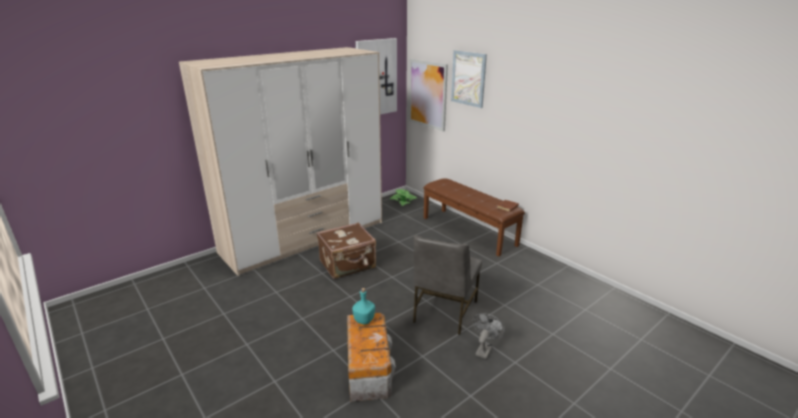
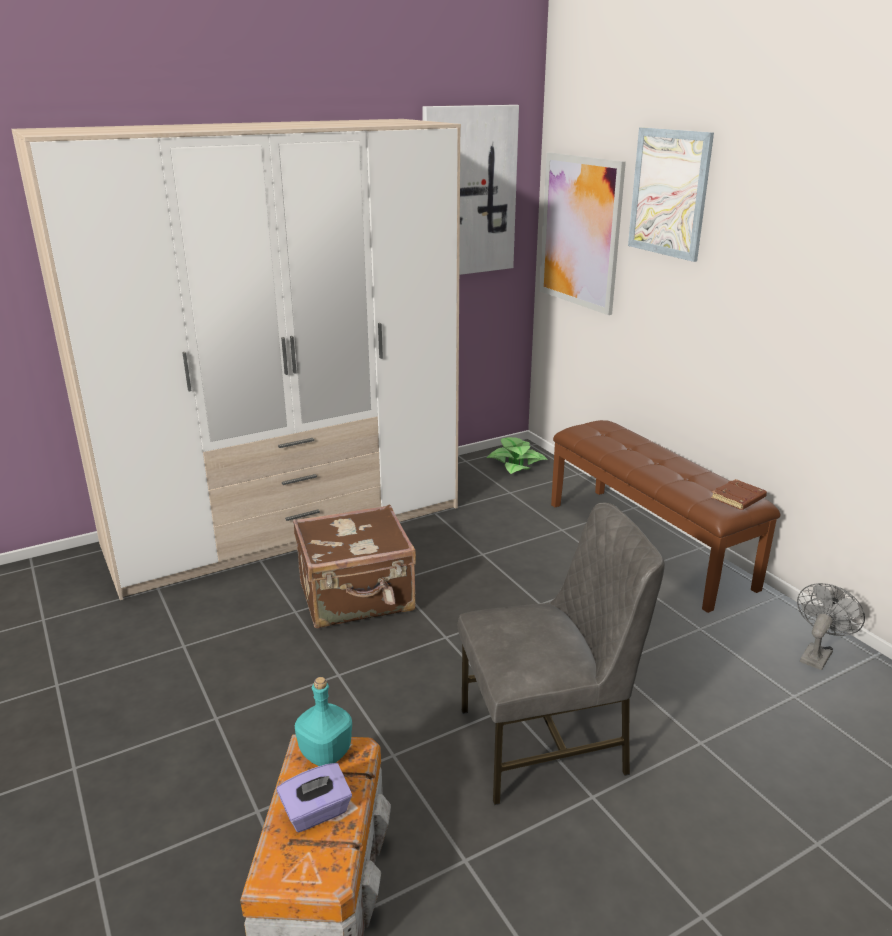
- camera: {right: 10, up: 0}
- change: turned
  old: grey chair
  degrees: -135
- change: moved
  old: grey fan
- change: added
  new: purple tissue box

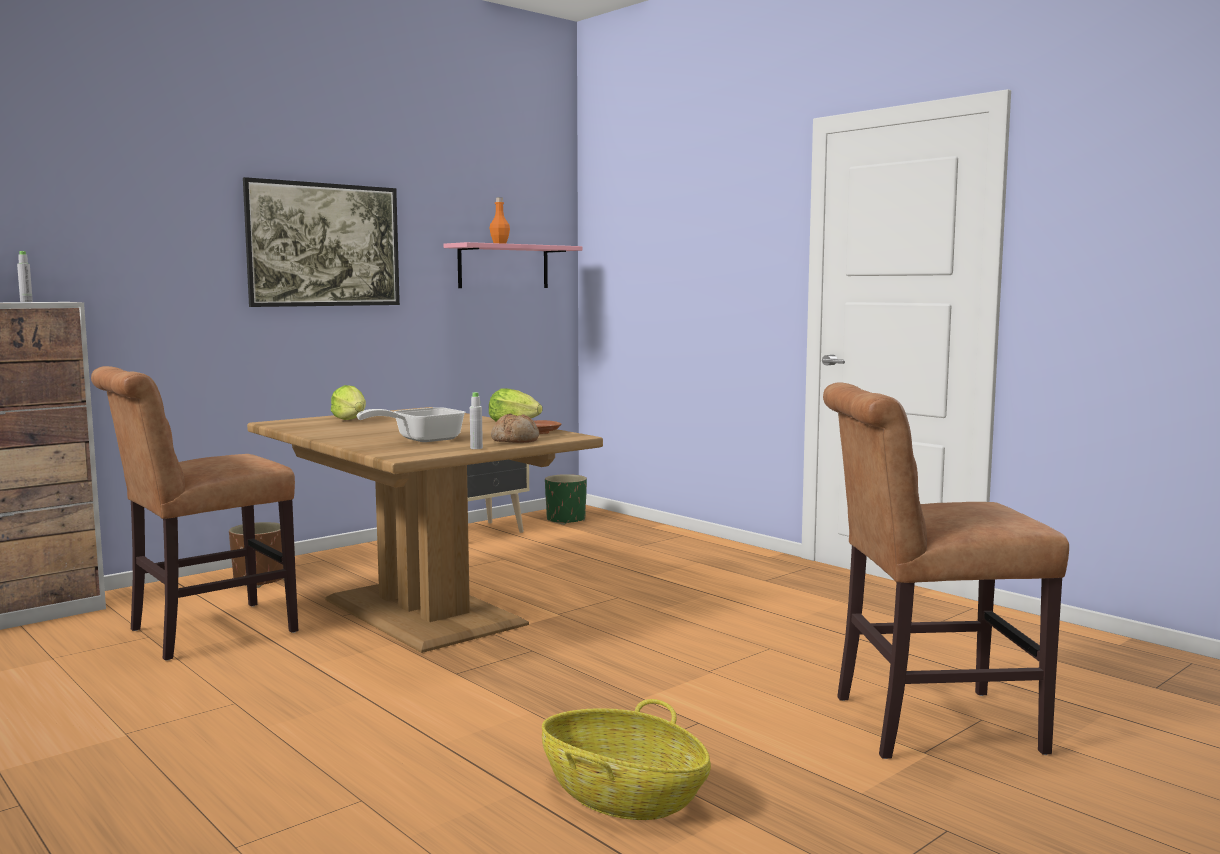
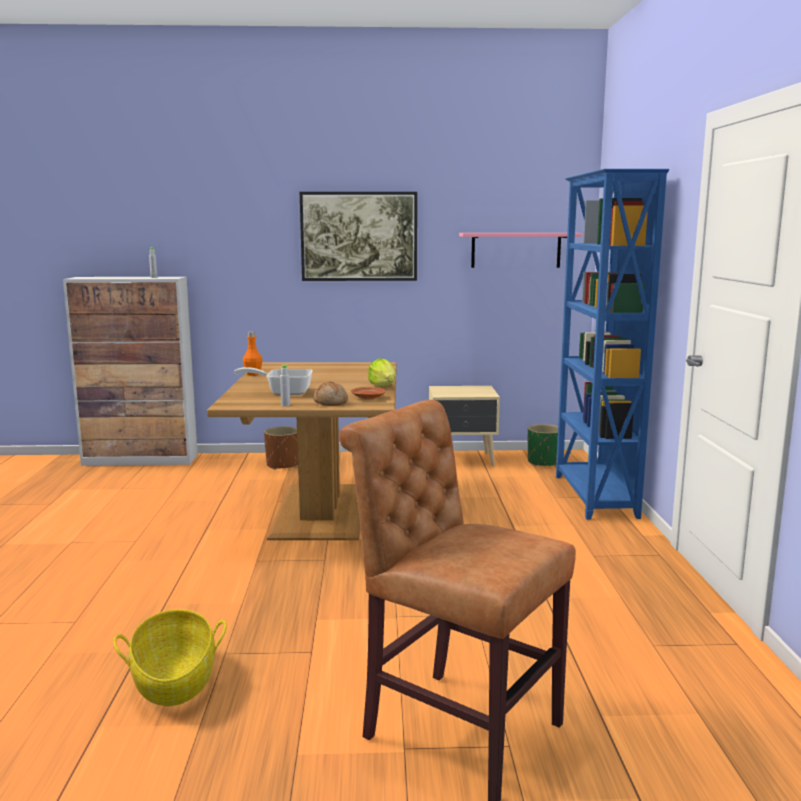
- camera: {right: 40, up: 5}
- change: removed
  old: brown chair (1st from left)
- change: removed
  old: lettuce (1st from left)
- change: moved
  old: orange bottle
- change: added
  new: blue bookcase

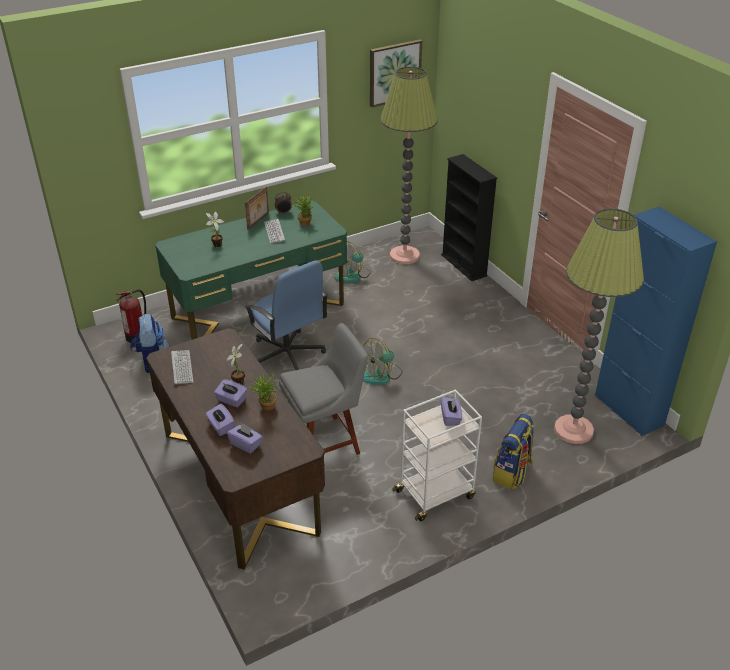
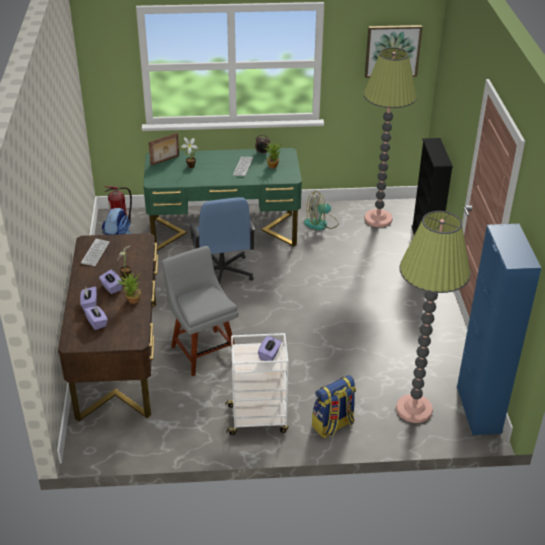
- camera: {right: 25, up: 0}
- change: moved
  old: picture frame
- change: turned
  old: grey chair
  degrees: -120
- change: removed
  old: fan (2nd from left)

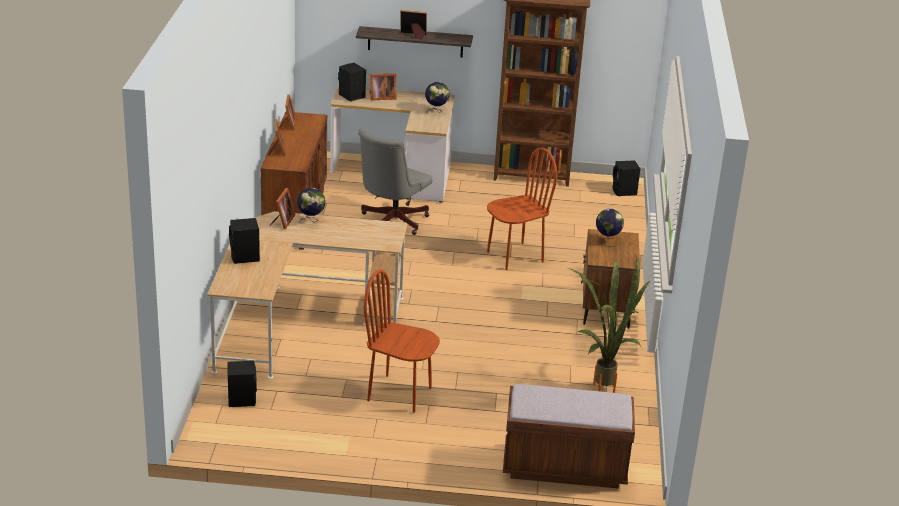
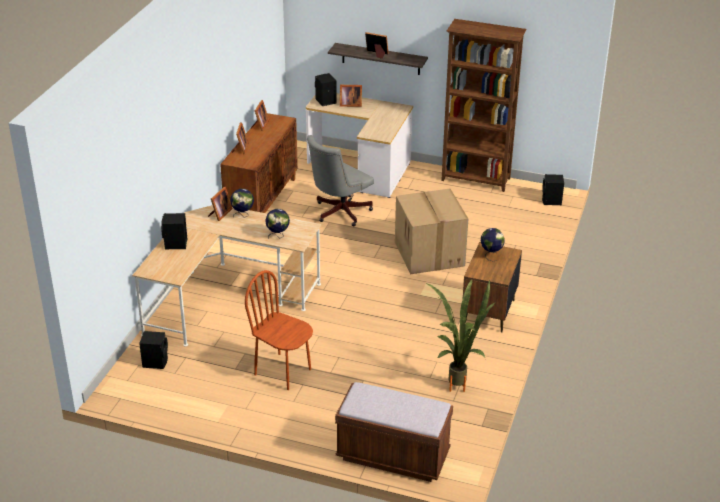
- camera: {right: 15, up: 5}
- change: moved
  old: globe (2nd from left)
- change: replaced
  old: brown chair (2nd from left)
  new: cardboard box

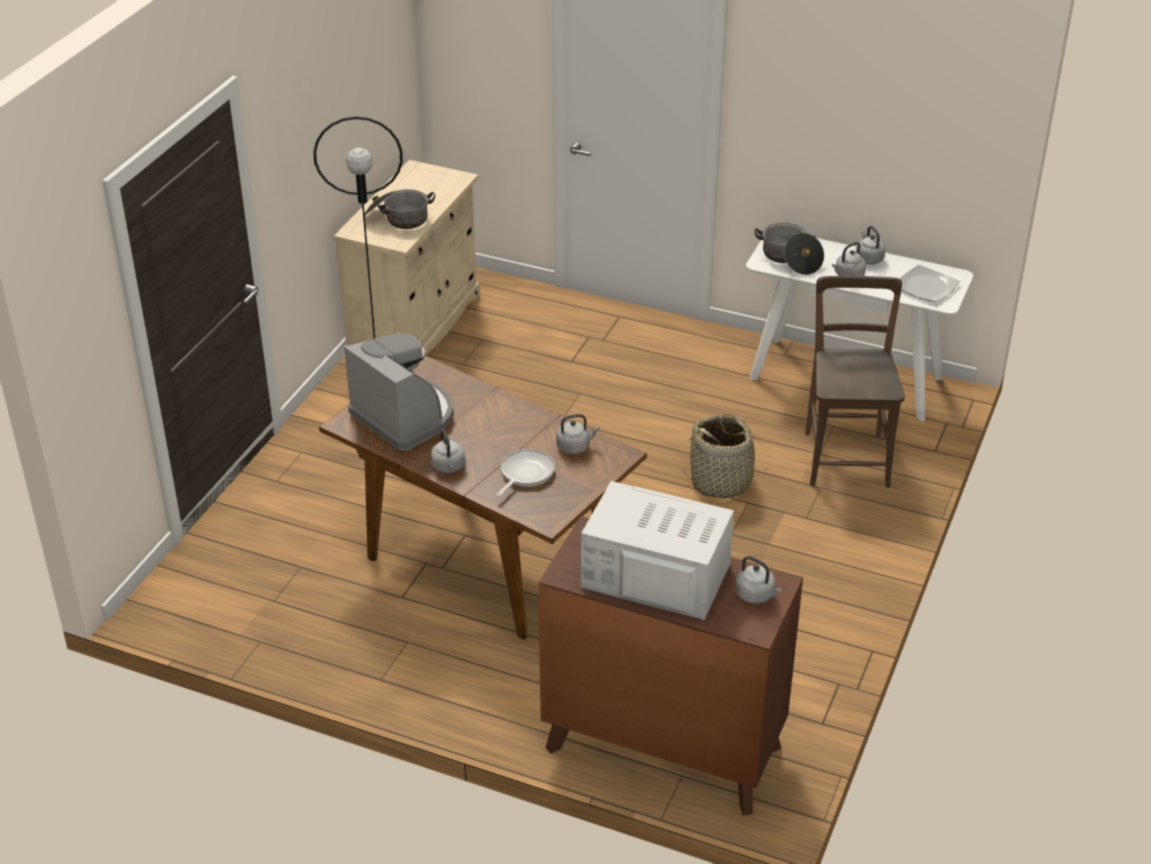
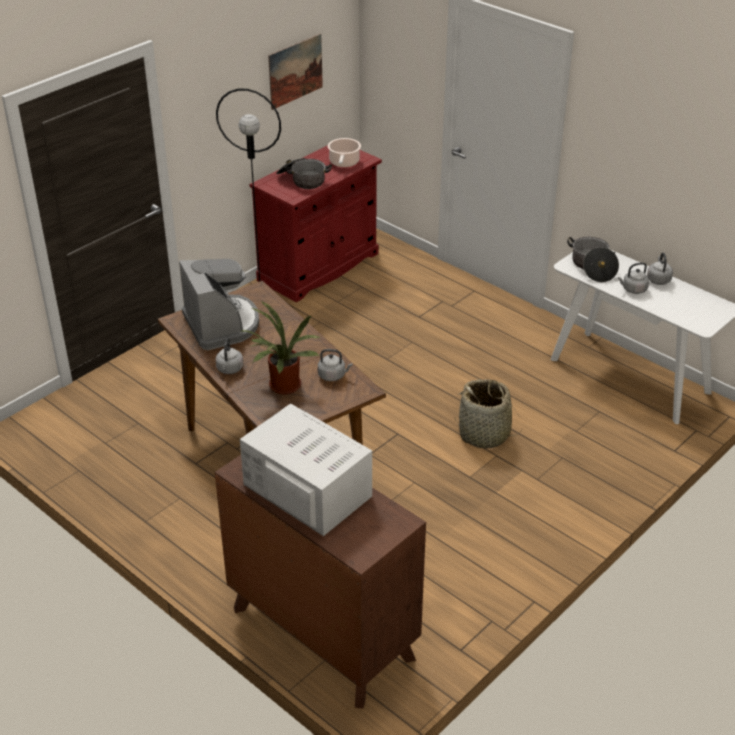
- camera: {right: 20, up: 0}
- change: recoloured
  old: beige cabinet
  new: red cabinet
- change: replaced
  old: frying pan
  new: potted plant
- change: removed
  old: grey kettle (3rd from left)
- change: removed
  old: brown chair
- change: removed
  old: plate
- change: added
  new: picture
- change: added
  new: cooking pot (2nd from left)

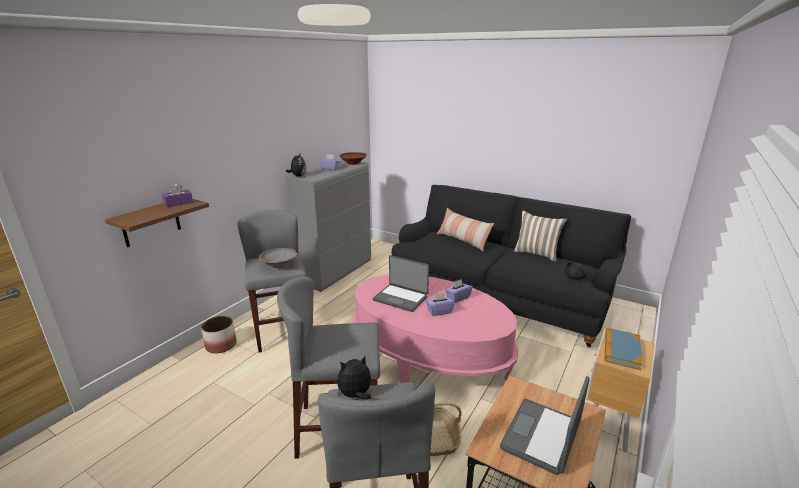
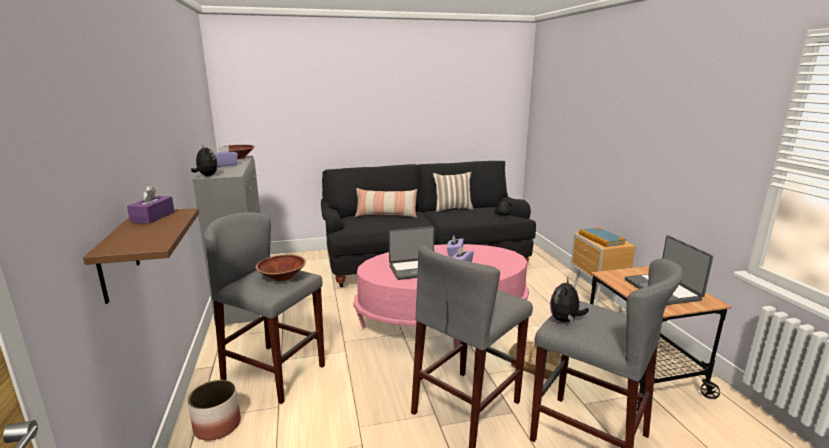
- camera: {right: -45, up: -5}
- change: recoloured
  old: grey bowl
  new: brown bowl (2nd from left)

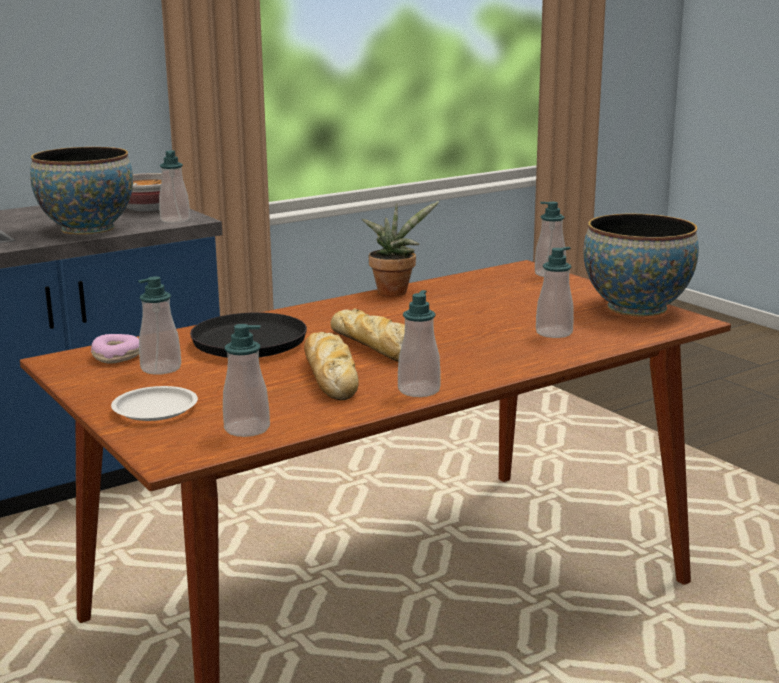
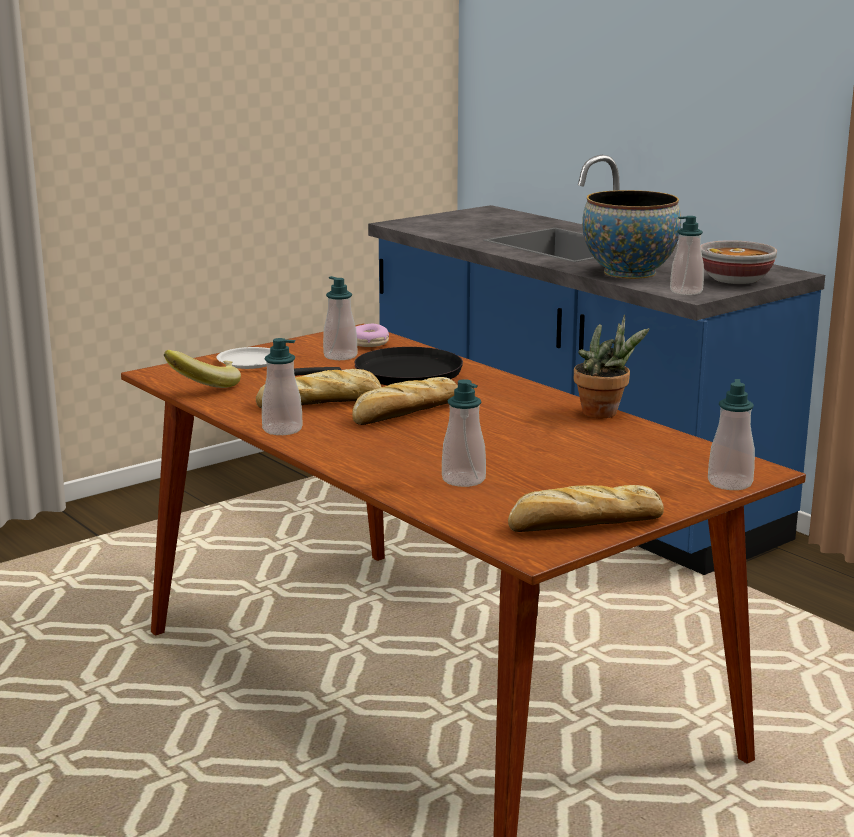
- camera: {right: 85, up: 0}
- change: replaced
  old: soap dispenser (3rd from left)
  new: banana
- change: replaced
  old: bowl (3rd from left)
  new: bread (3rd from left)

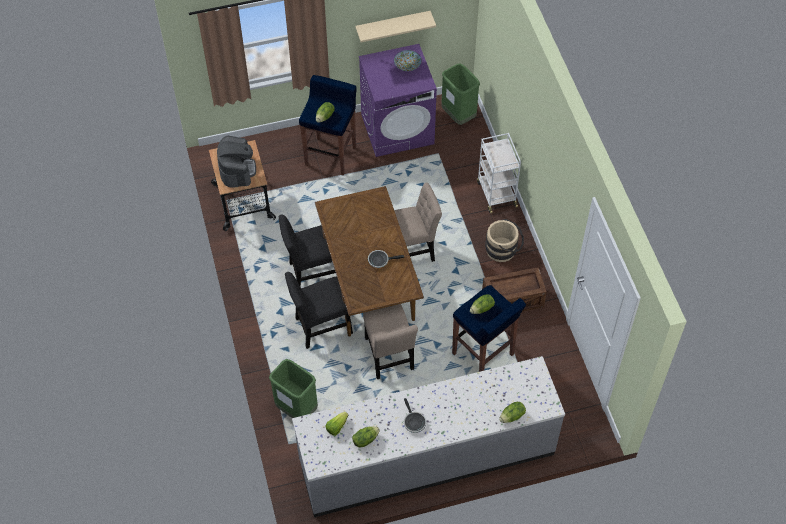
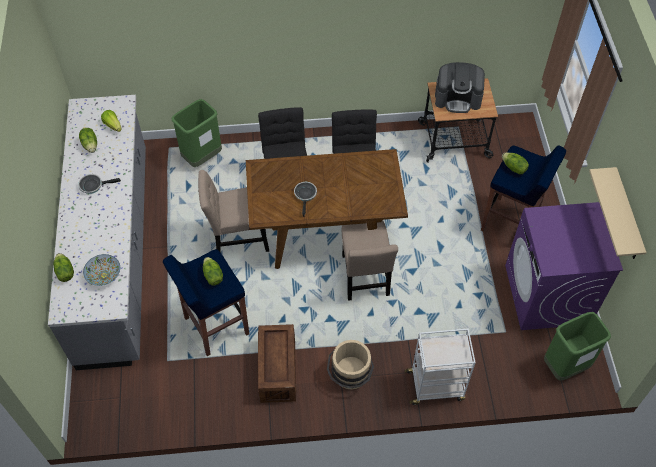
- camera: {right: 100, up: 0}
- change: moved
  old: bowl

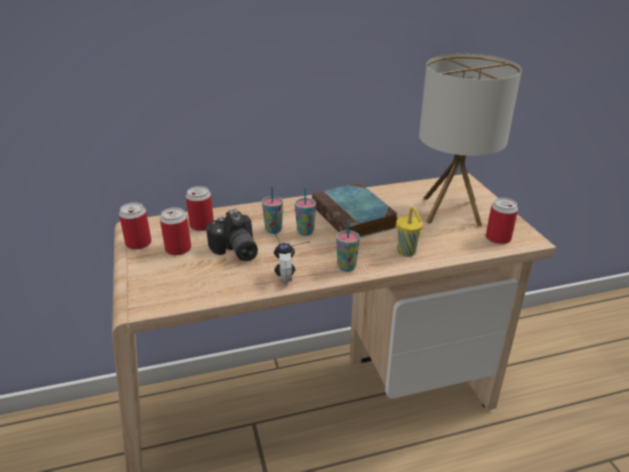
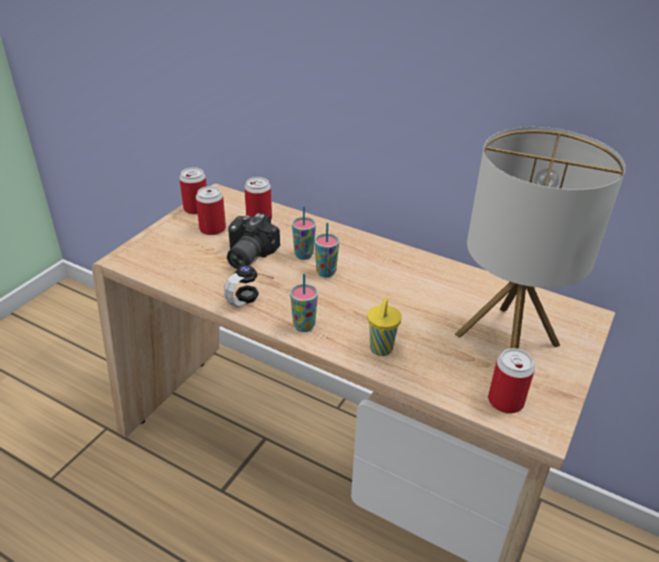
- camera: {right: 45, up: 5}
- change: removed
  old: book

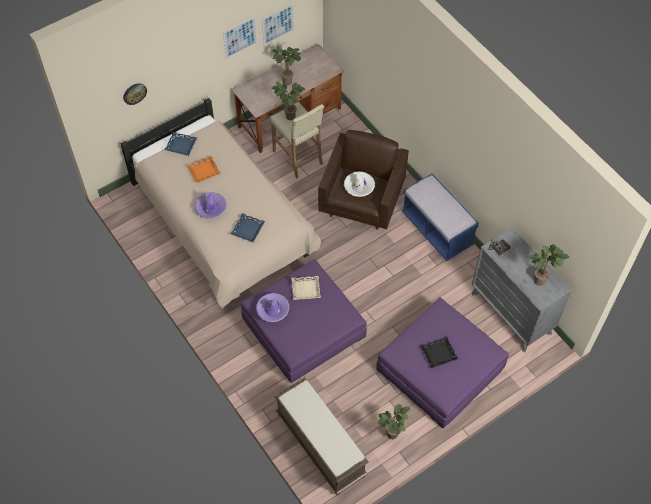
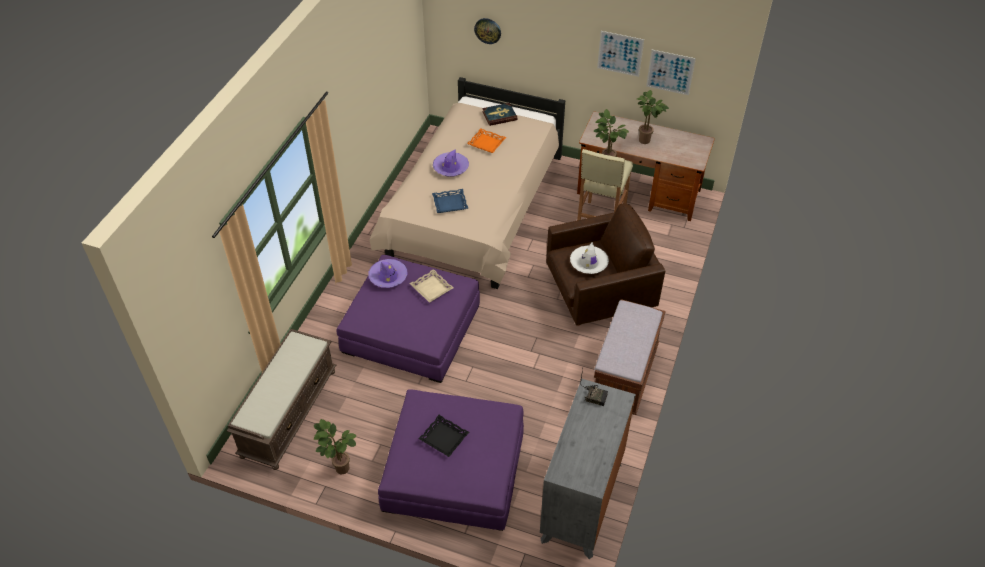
- camera: {right: 55, up: -10}
- change: replaced
  old: blue tray (1st from left)
  new: book
- change: recoloured
  old: blue bench
  new: brown bench (2nd from left)
- change: removed
  old: potted plant (4th from left)

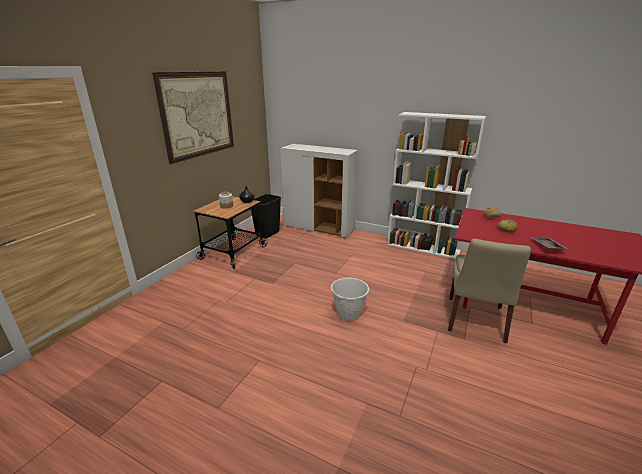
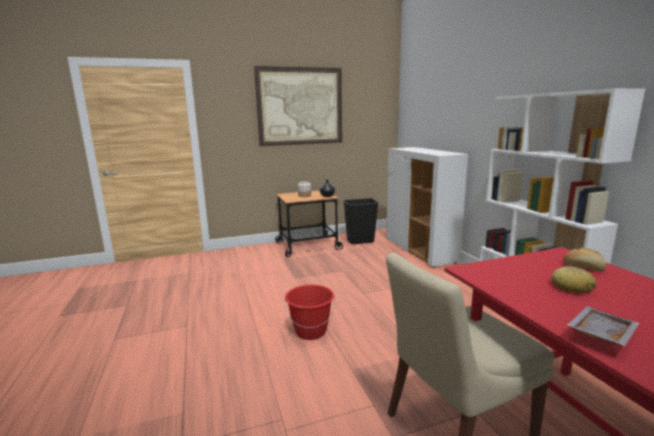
- camera: {right: 45, up: -10}
- change: recoloured
  old: white bucket
  new: red bucket

